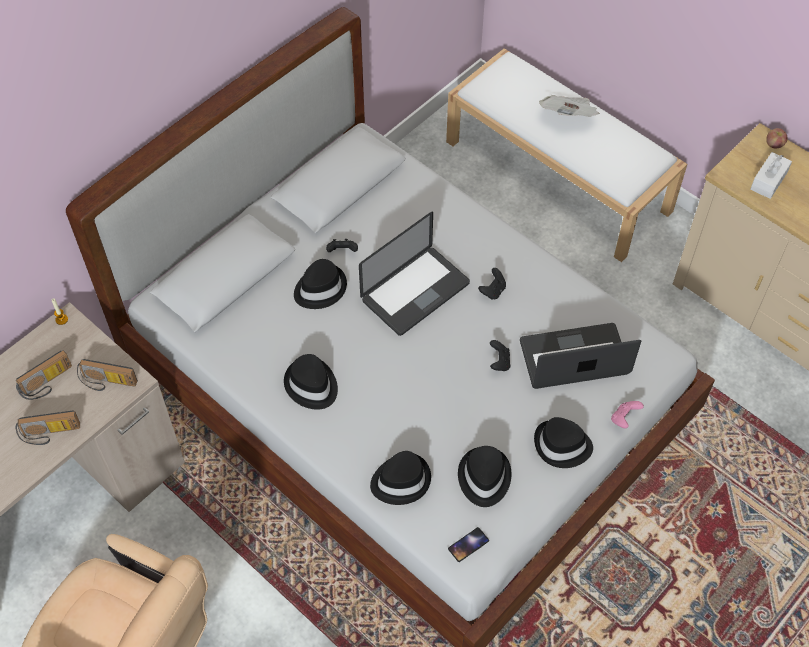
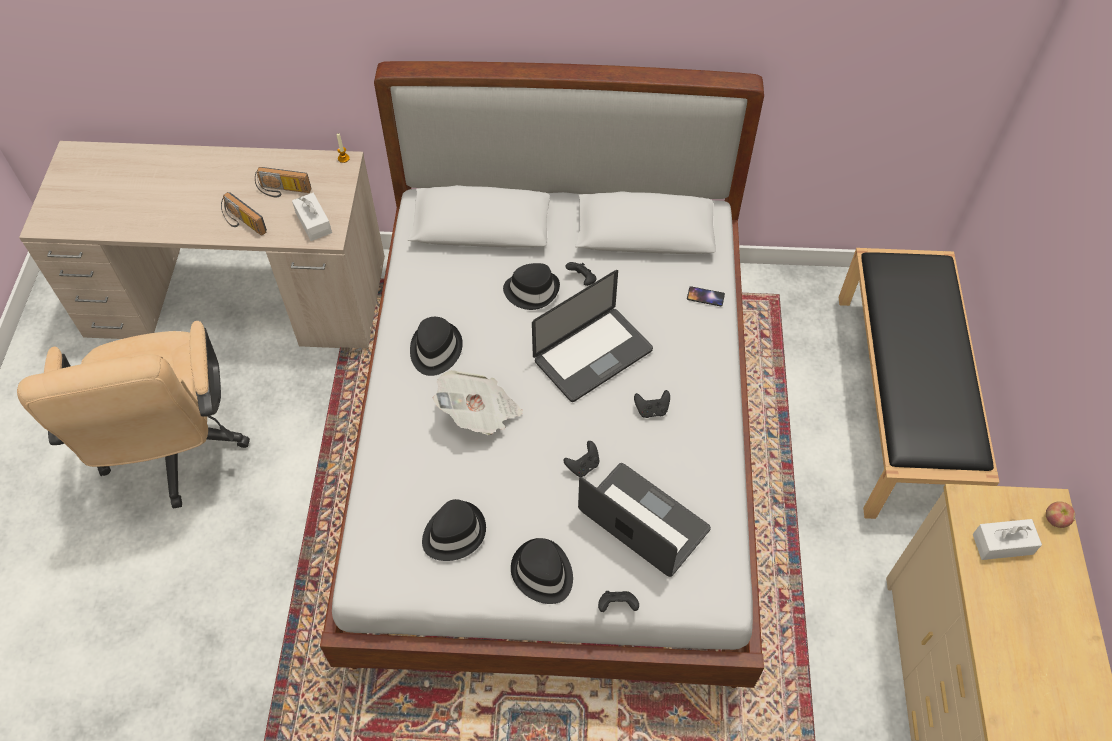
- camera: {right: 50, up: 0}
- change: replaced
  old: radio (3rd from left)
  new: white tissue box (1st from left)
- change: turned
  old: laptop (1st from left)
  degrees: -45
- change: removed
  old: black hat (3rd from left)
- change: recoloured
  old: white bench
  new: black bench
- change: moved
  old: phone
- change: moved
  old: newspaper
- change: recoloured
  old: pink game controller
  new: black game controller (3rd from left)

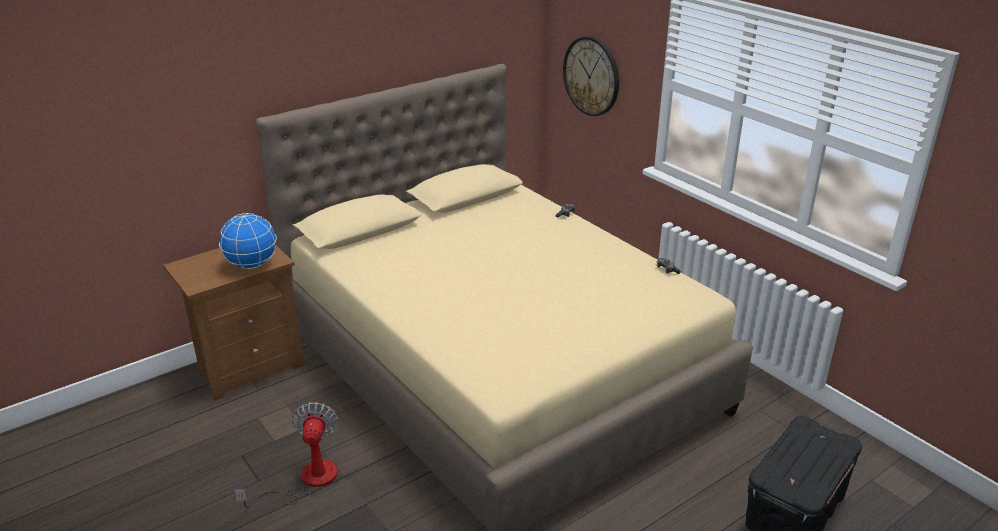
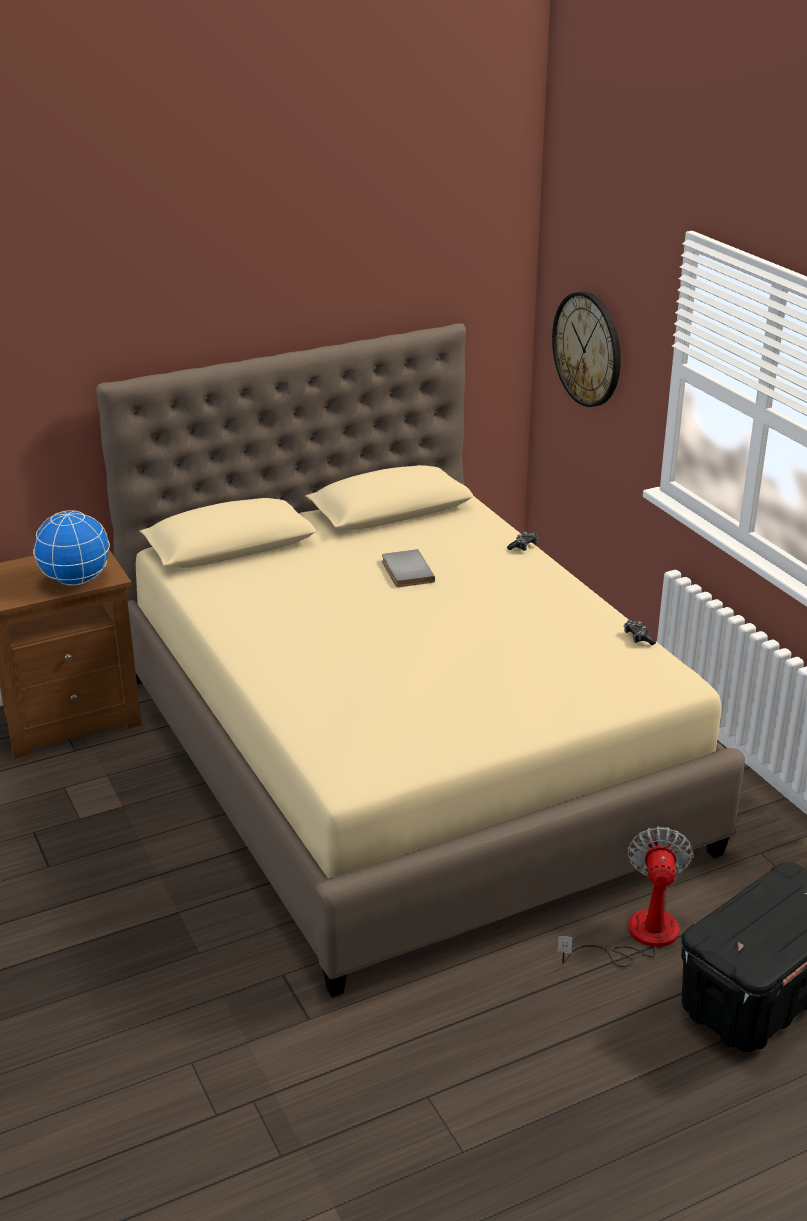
- camera: {right: 10, up: 0}
- change: moved
  old: fan
- change: added
  new: grey book

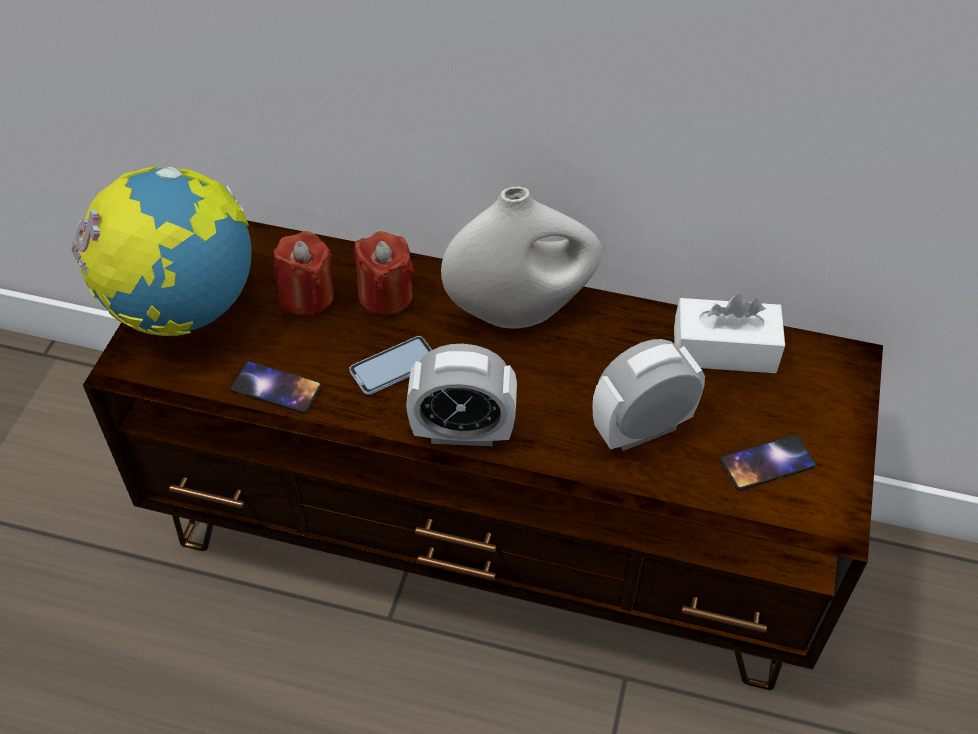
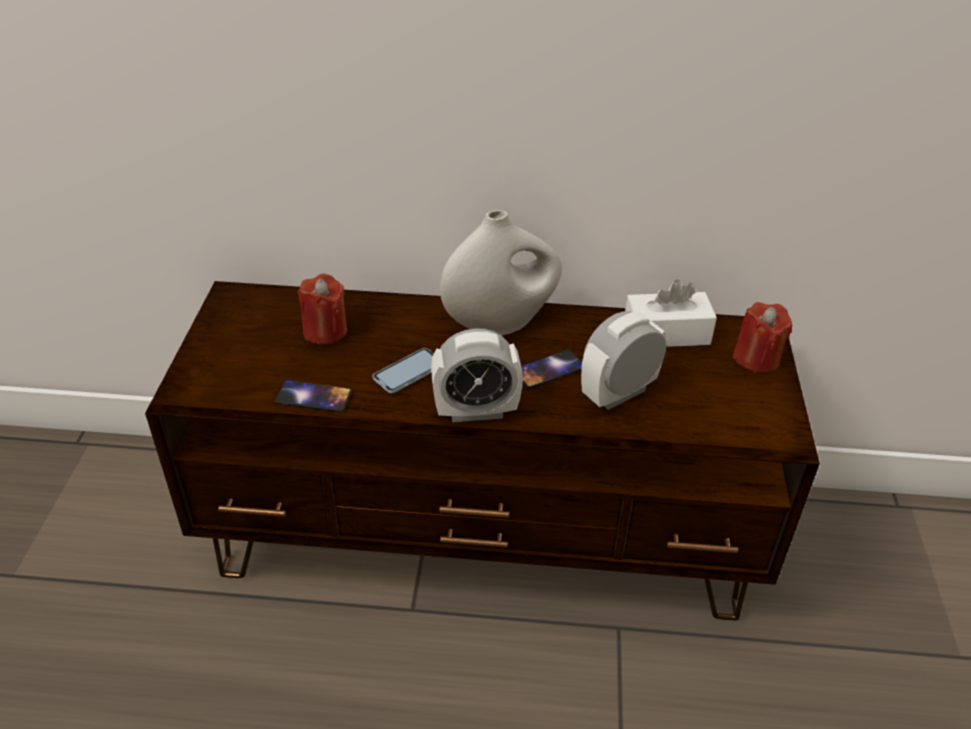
- camera: {right: -10, up: -10}
- change: removed
  old: globe
- change: moved
  old: red candle (2nd from left)
- change: moved
  old: phone (3rd from left)

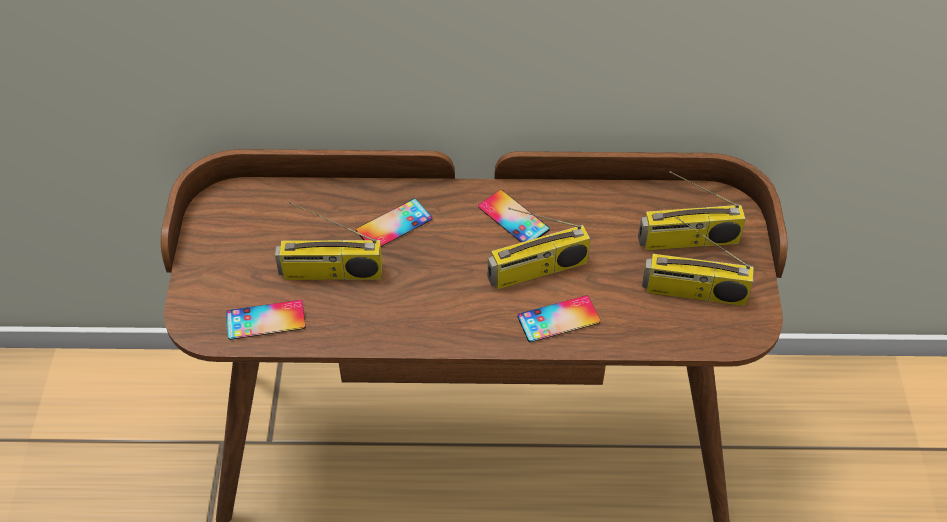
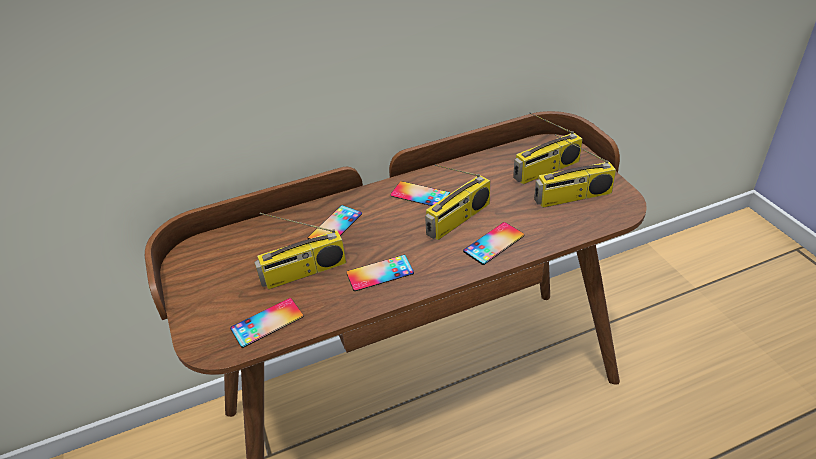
- camera: {right: -20, up: -10}
- change: added
  new: phone (3rd from left)

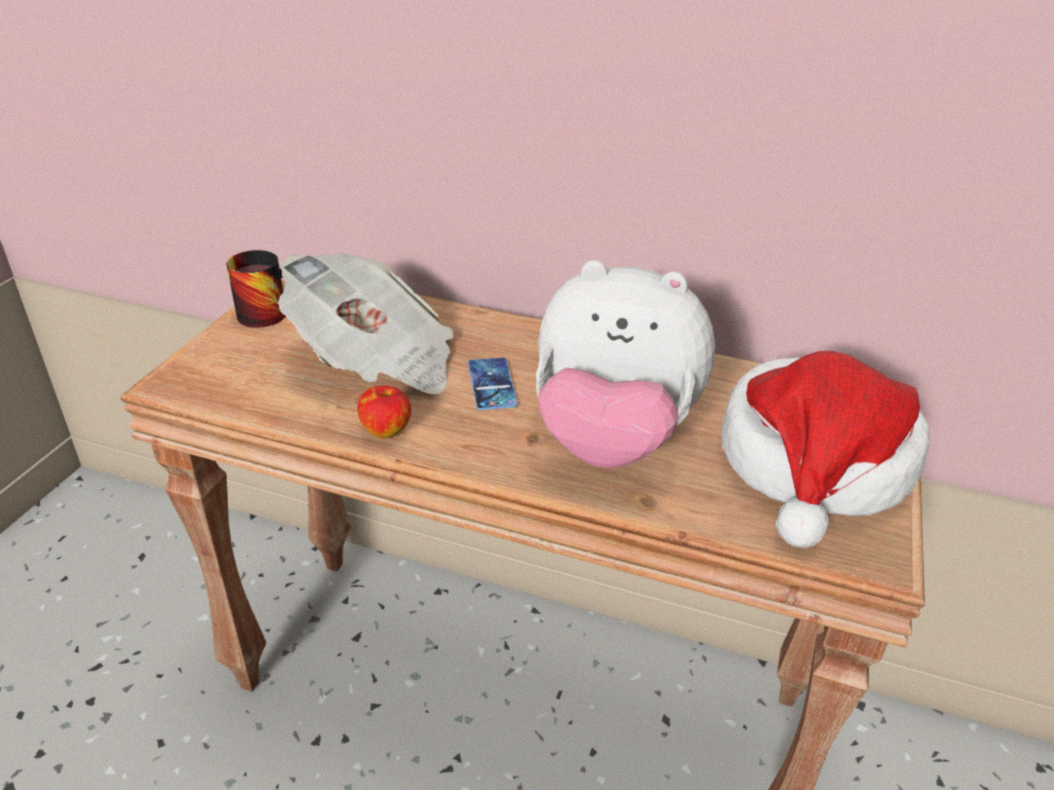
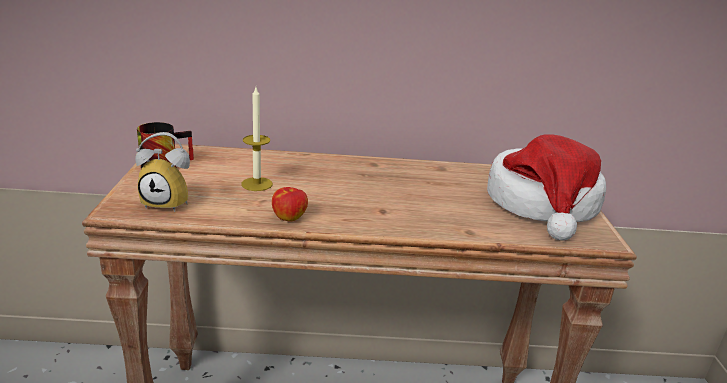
- camera: {right: -20, up: -10}
- change: replaced
  old: newspaper
  new: candle
- change: removed
  old: phone
- change: removed
  old: plush toy
- change: added
  new: alarm clock

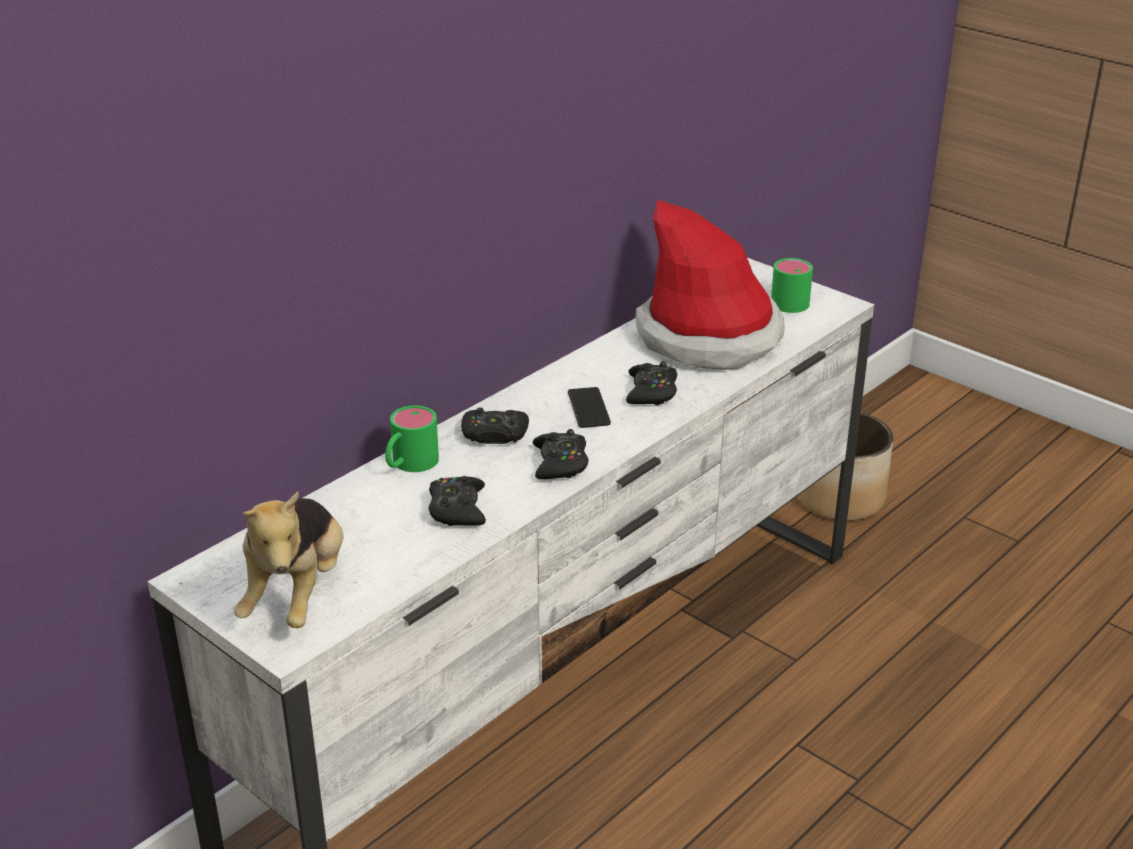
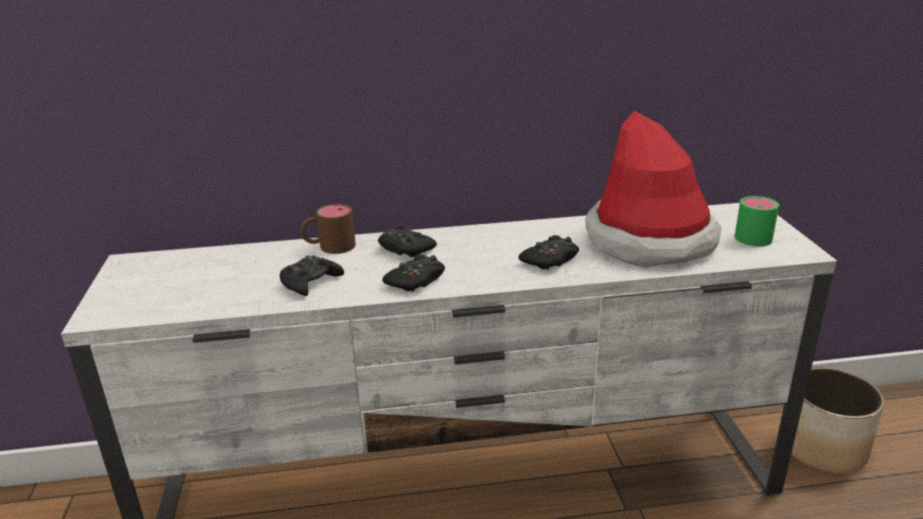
- camera: {right: 40, up: -5}
- change: removed
  old: plush toy
- change: recoloured
  old: green mug (1st from left)
  new: brown mug
- change: removed
  old: phone

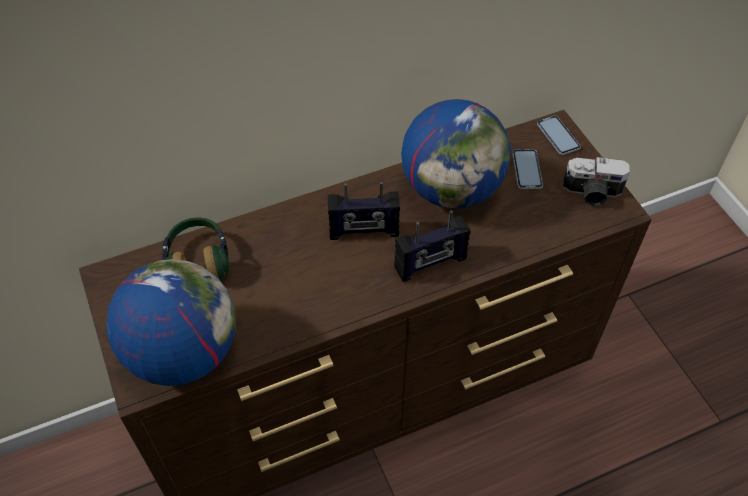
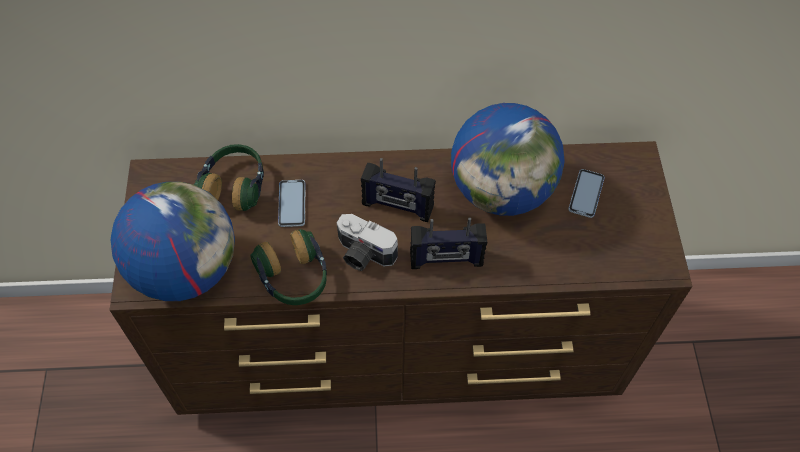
- camera: {right: 20, up: 5}
- change: moved
  old: phone (2nd from left in the first image)
  new: phone (1st from left)
- change: moved
  old: photo camera
- change: added
  new: headphones (2nd from left)

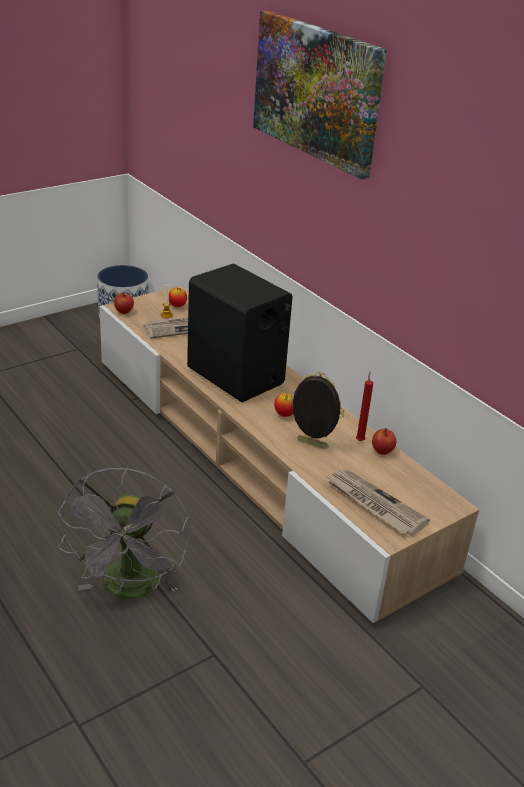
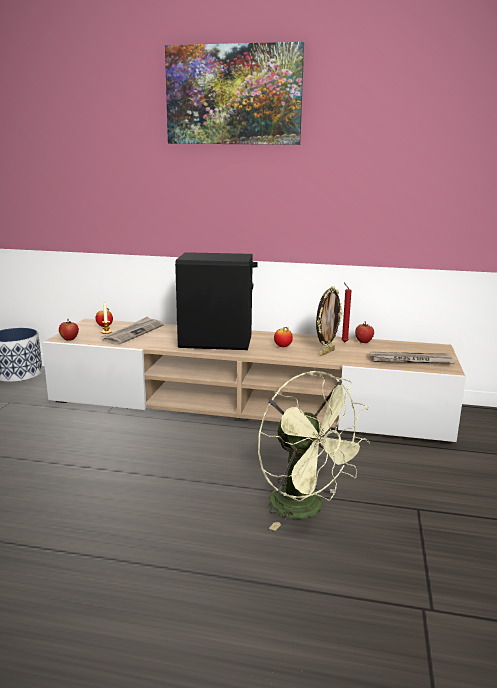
- camera: {right: -40, up: -15}
- change: recoloured
  old: grey fan
  new: green fan
- change: turned
  old: picture frame
  degrees: 150

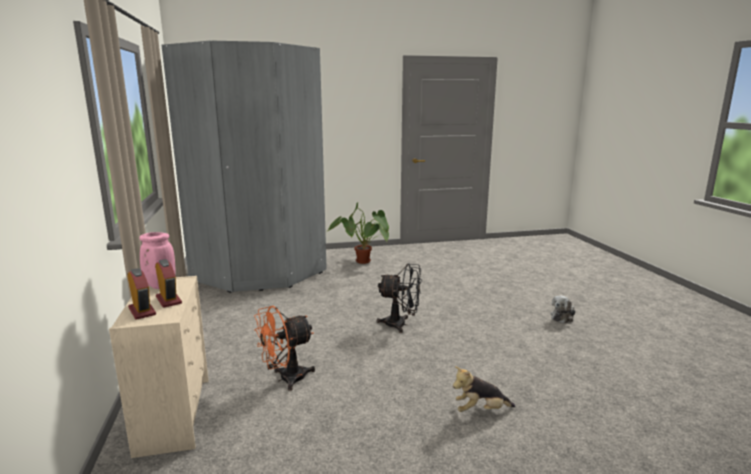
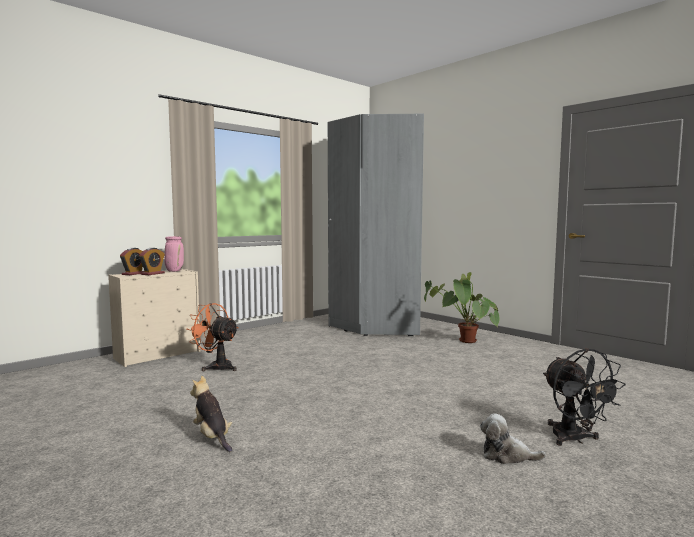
- camera: {right: 60, up: -10}
- change: moved
  old: black fan

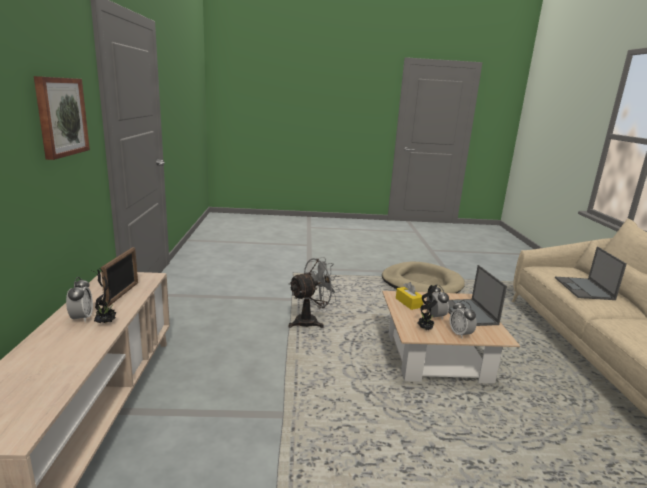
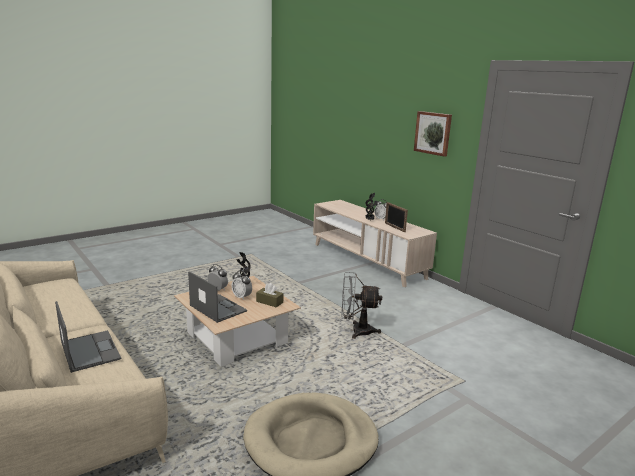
- camera: {right: 145, up: 0}
- change: turned
  old: grey fan
  degrees: 75
- change: recoloured
  old: yellow tissue box
  new: brown tissue box

